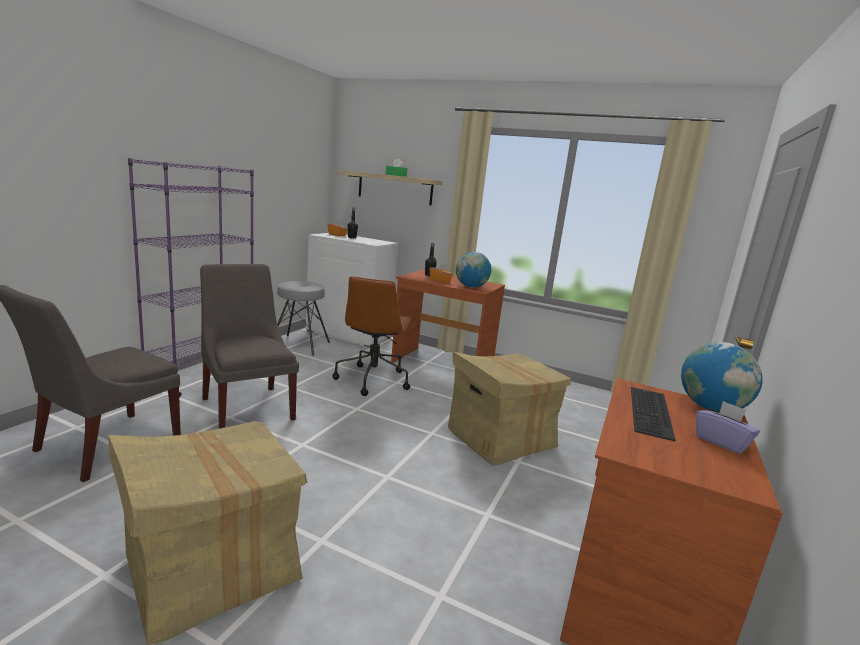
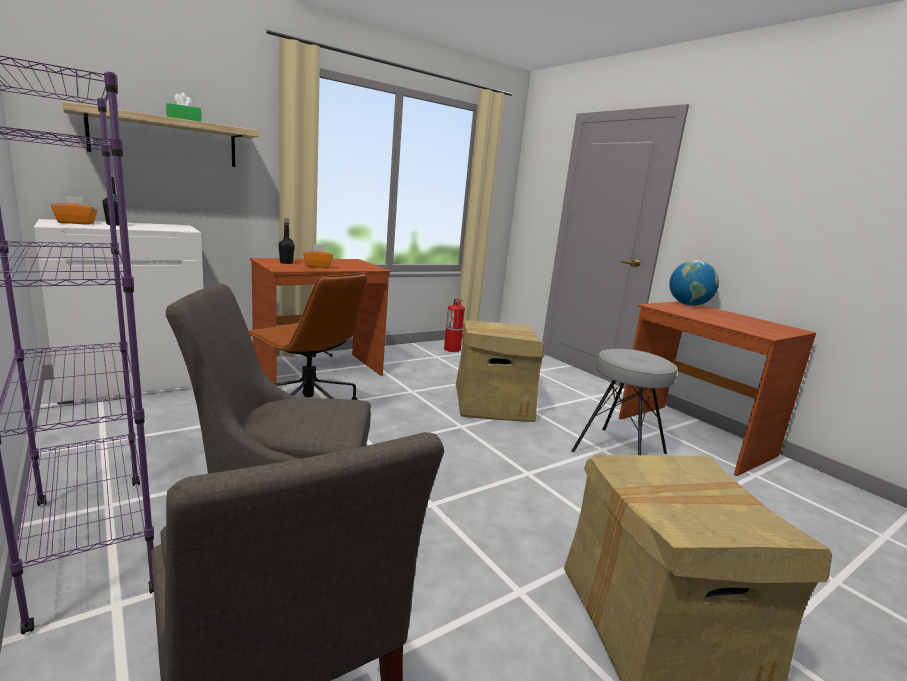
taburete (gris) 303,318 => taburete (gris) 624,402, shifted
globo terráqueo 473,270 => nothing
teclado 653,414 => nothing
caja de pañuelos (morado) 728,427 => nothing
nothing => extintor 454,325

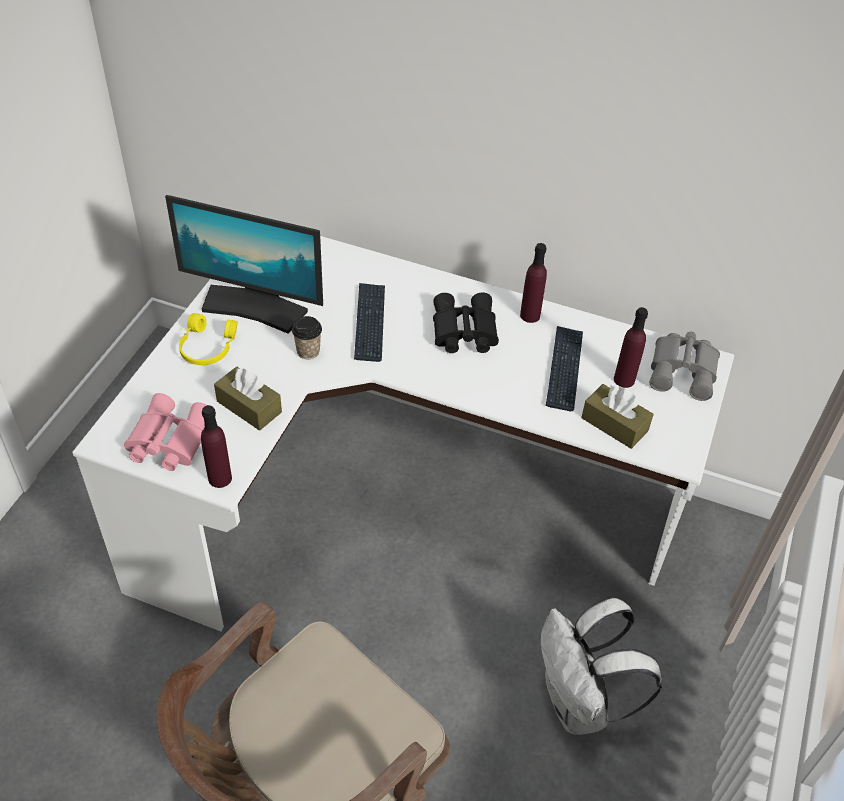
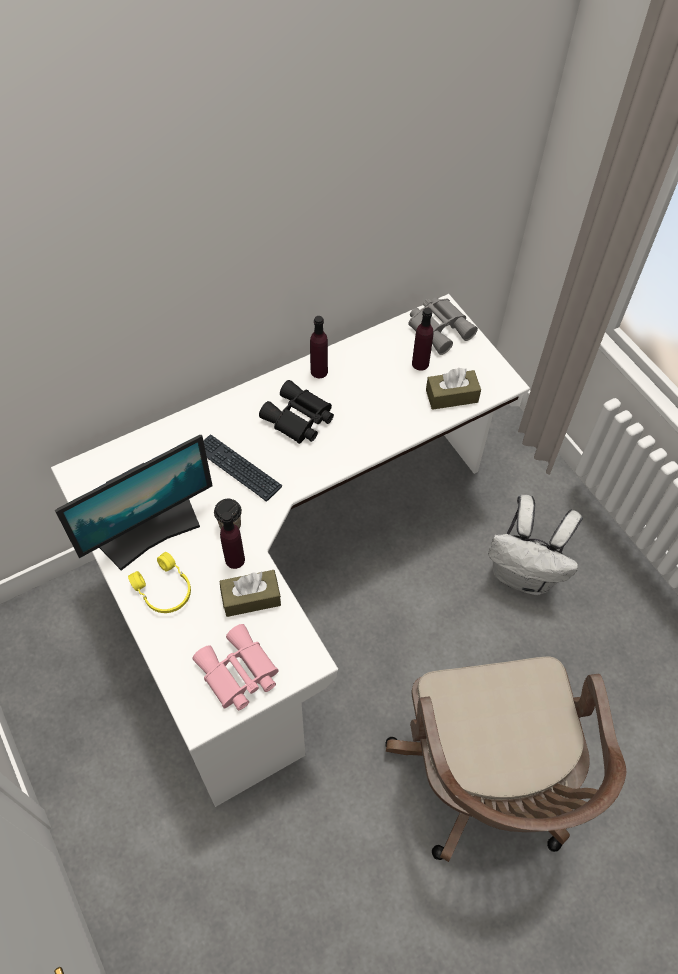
botella (morado) 216,446 => botella (morado) 232,540, shifted
teclado 564,369 => nothing

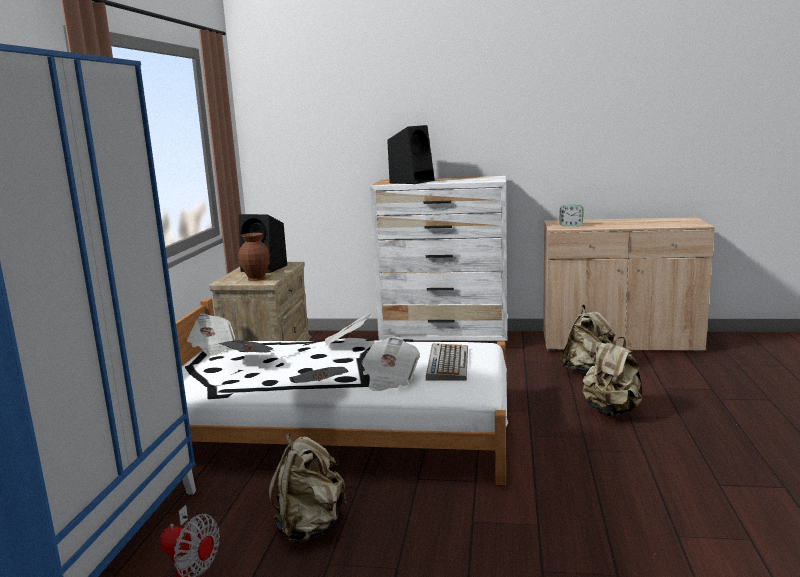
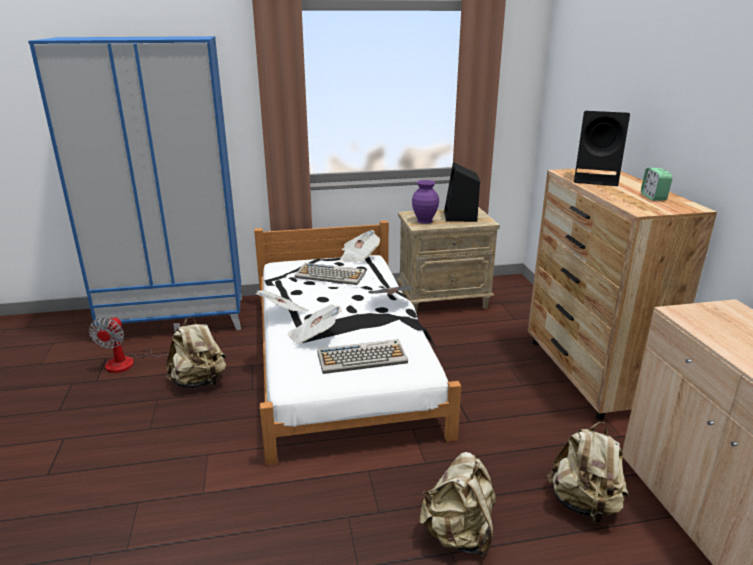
periódico 246,346 => teclado 330,274
florero (marrón) 254,257 => florero (morado) 425,202
cómoda (blanco) 438,258 => cómoda (marrón) 622,294
despertador 571,215 => despertador 657,184, shifted

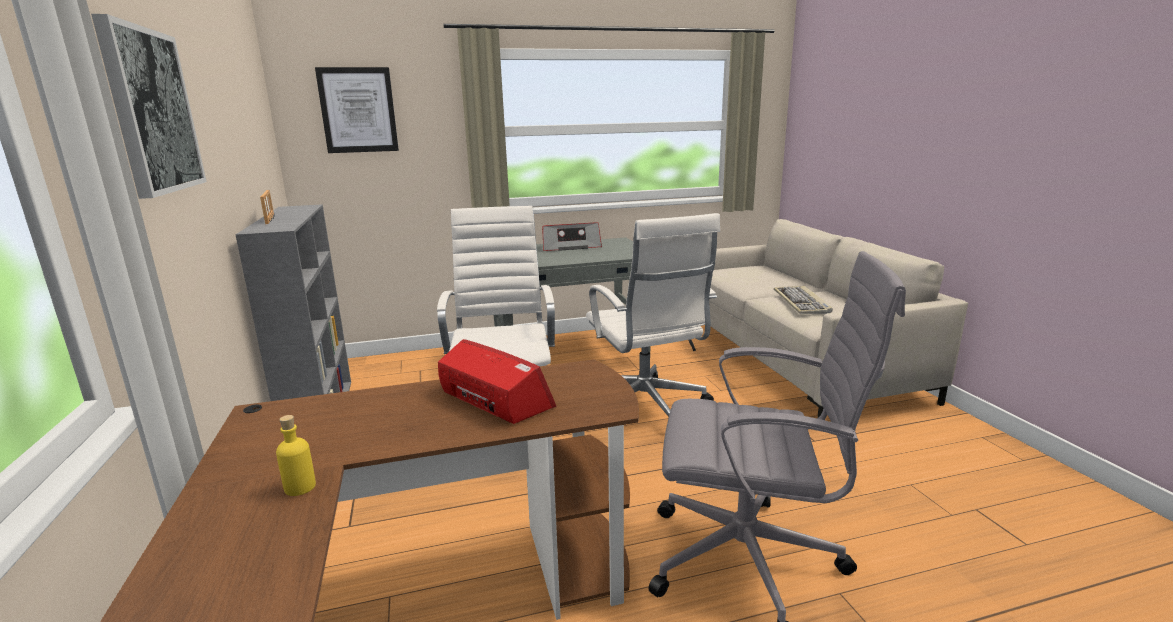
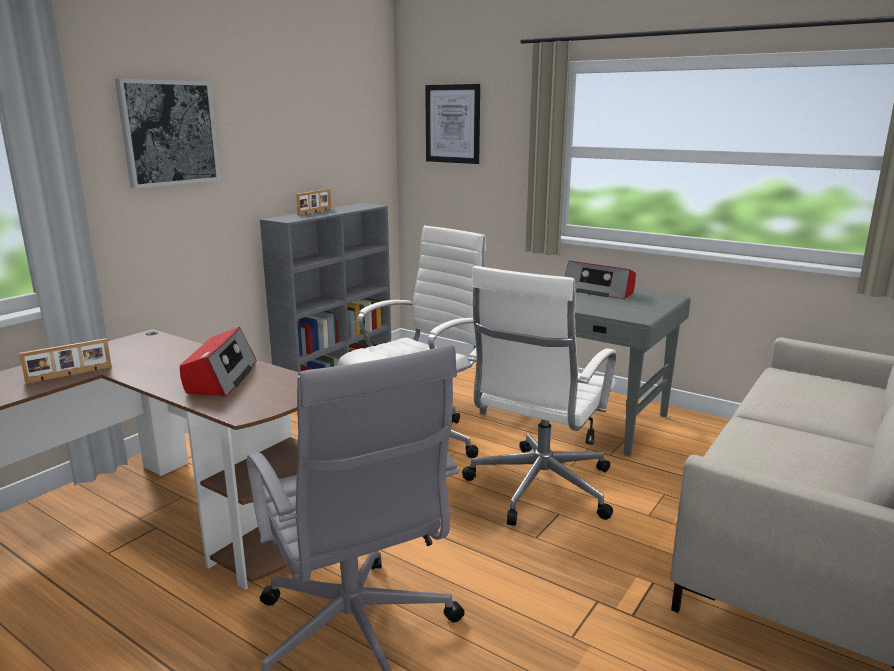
botella (amarillo) 296,455 => portarretratos 65,361
teclado 803,300 => nothing

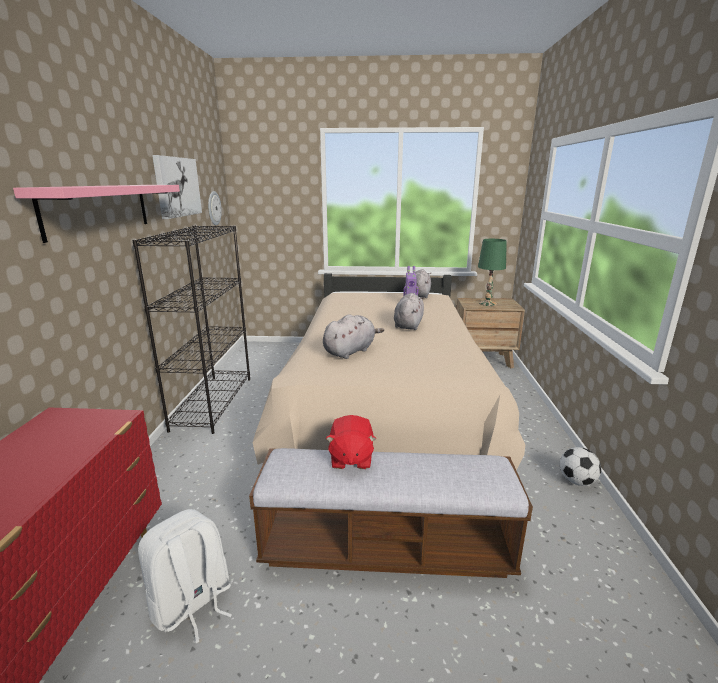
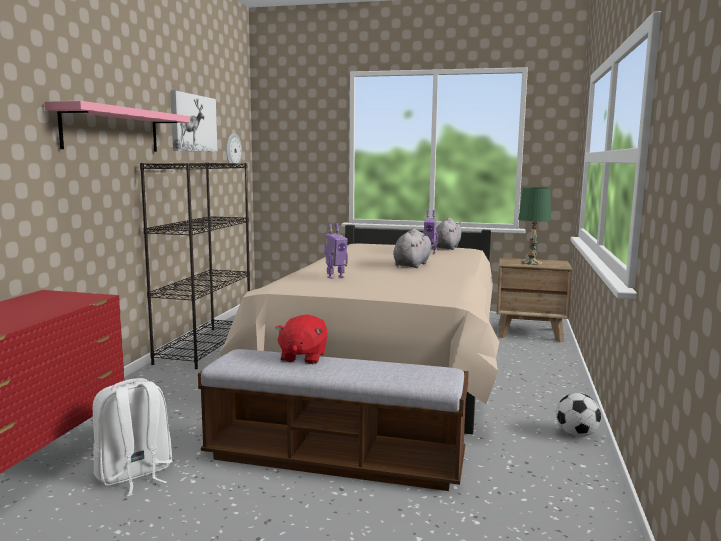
peluche (gris) 353,336 => robot de juguete 336,251

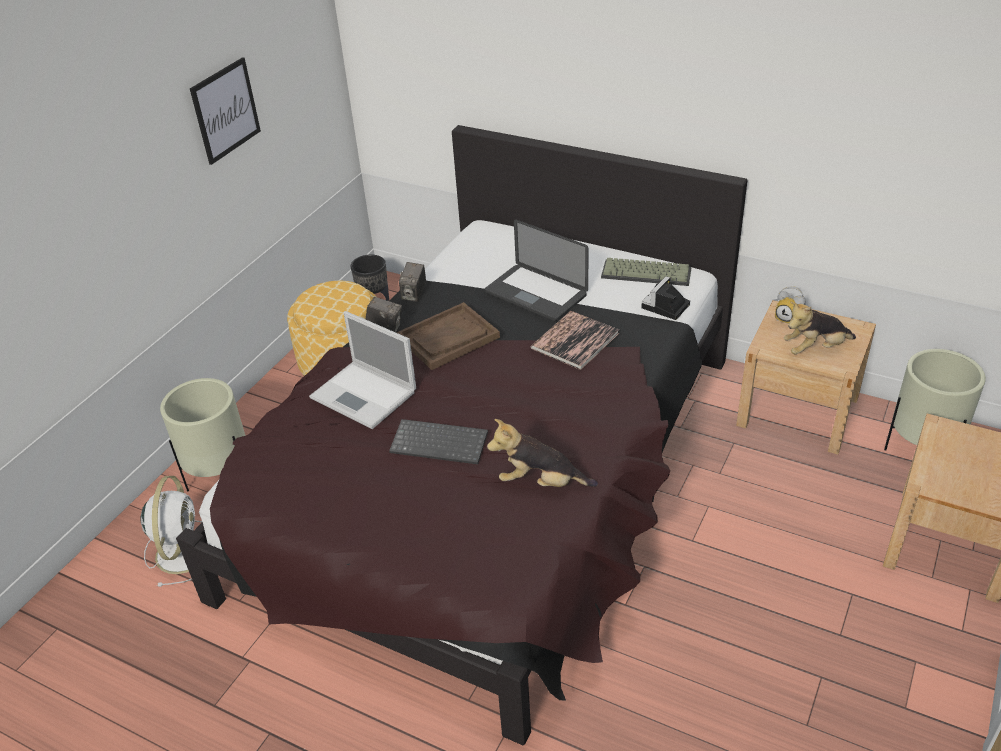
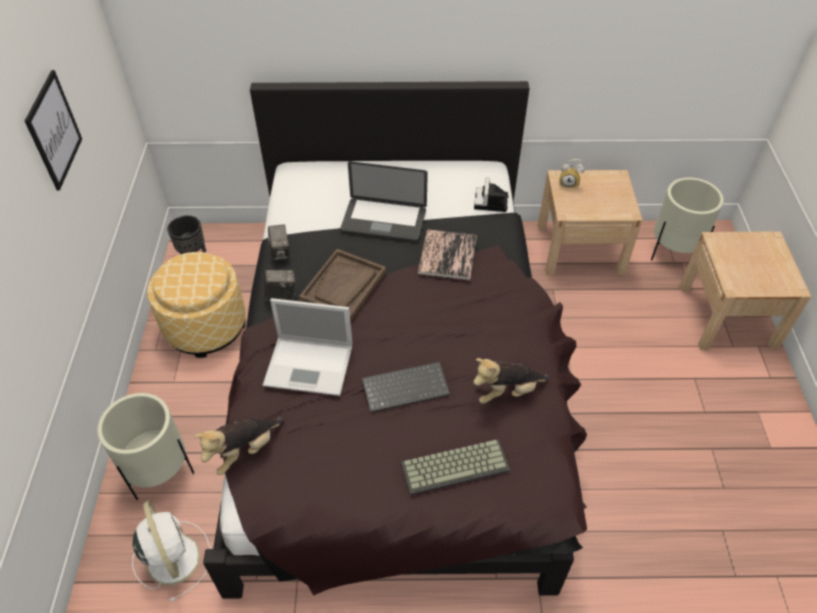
teclado 646,272 => teclado 455,467, shifted
peluche 820,328 => peluche 239,446, shifted

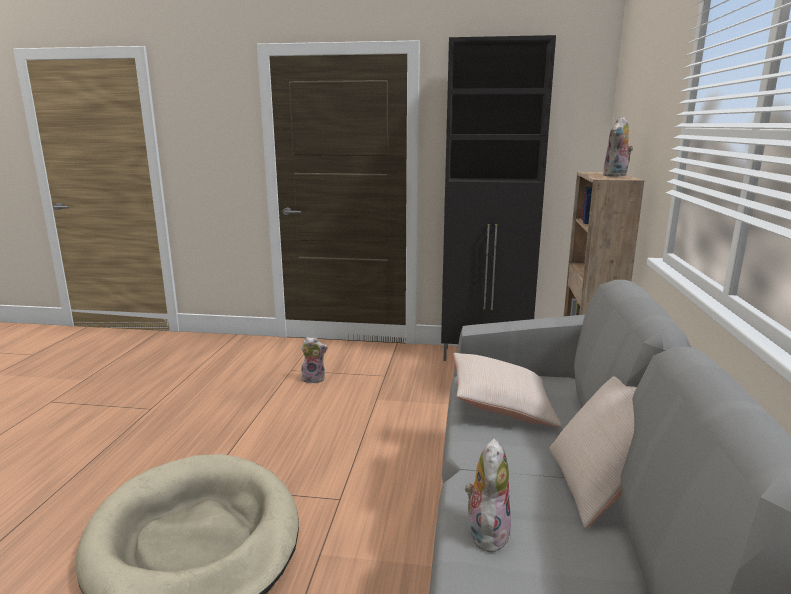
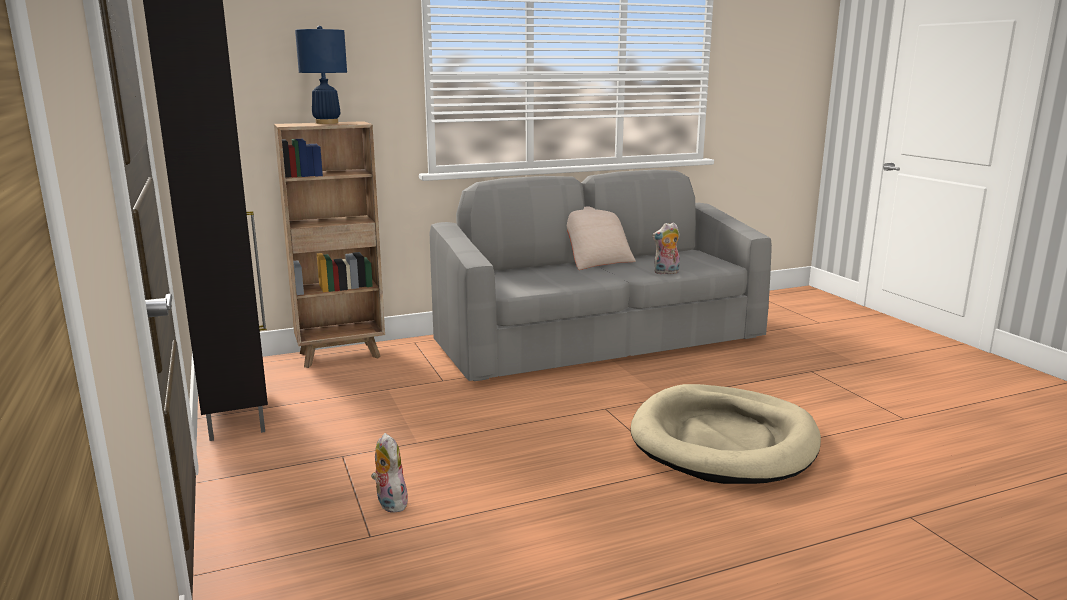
cojín (beis) 507,390 => nothing
peluche 618,147 => lámpara de mesa (azul) 321,75

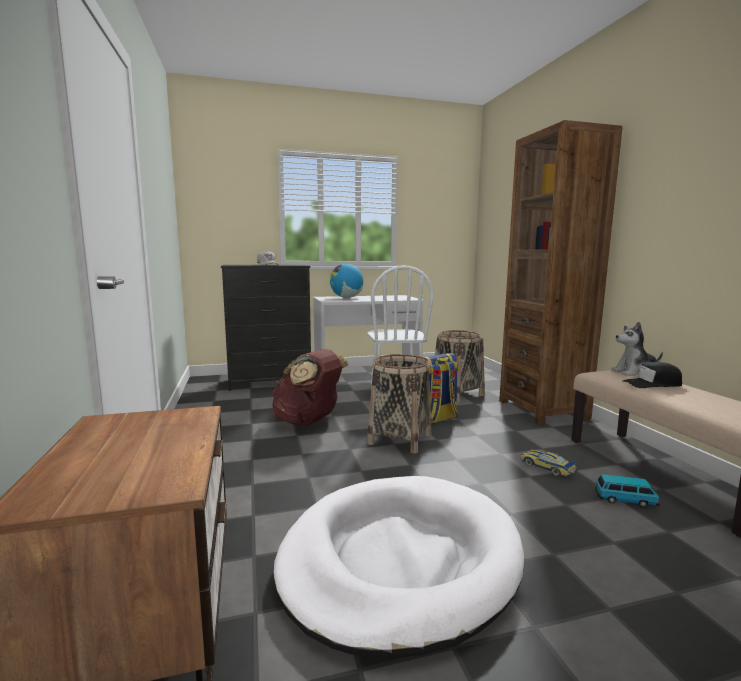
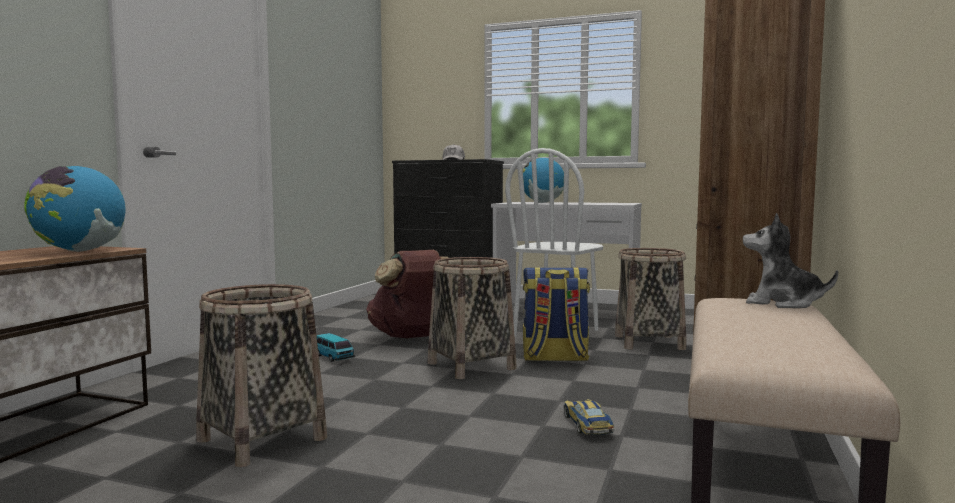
cama para perro (blanco) 398,566 => cesta 261,375
coche de juguete 627,490 => coche de juguete 335,347, shifted
gorra (negro) 652,375 => nothing
nothing => globo terráqueo 75,209

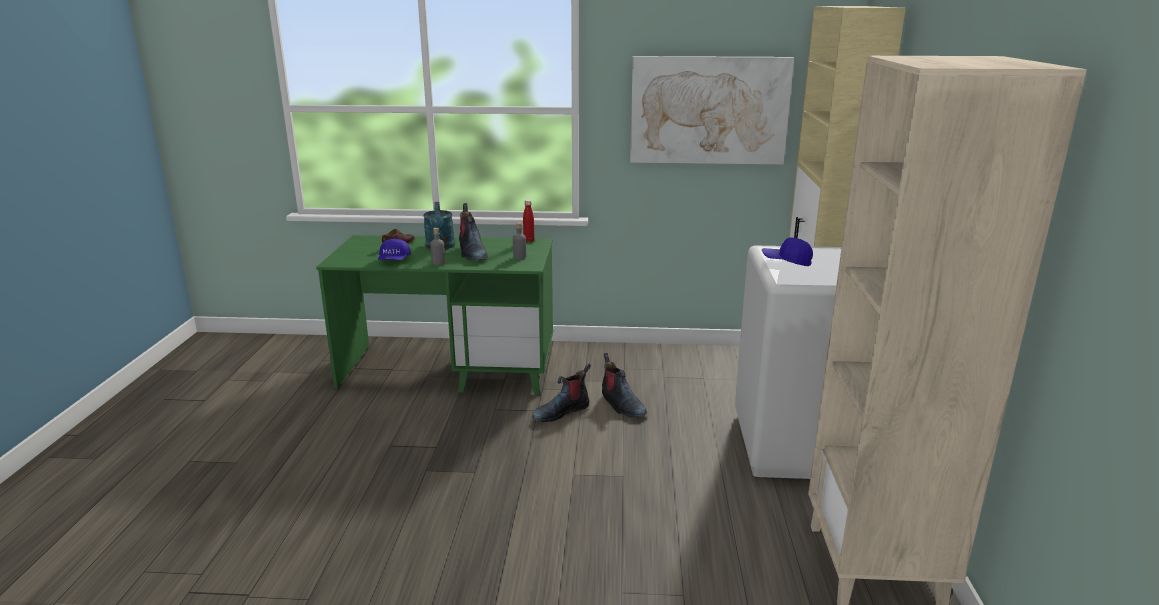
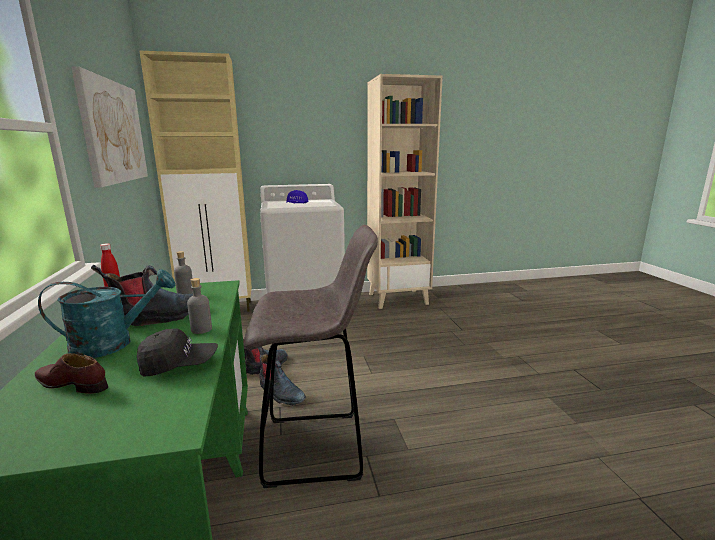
gorra (azul) 394,249 => gorra (negro) 177,352
nothing => taburete (gris) 310,356

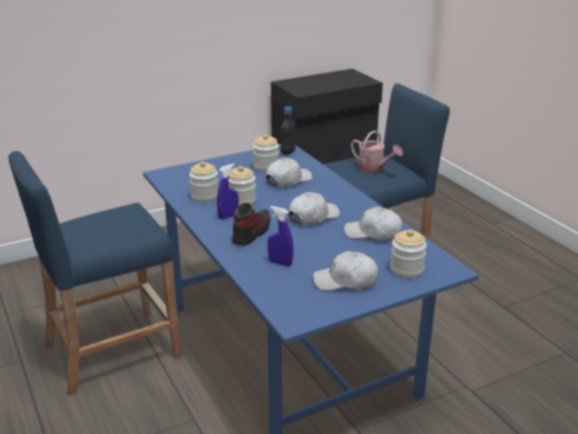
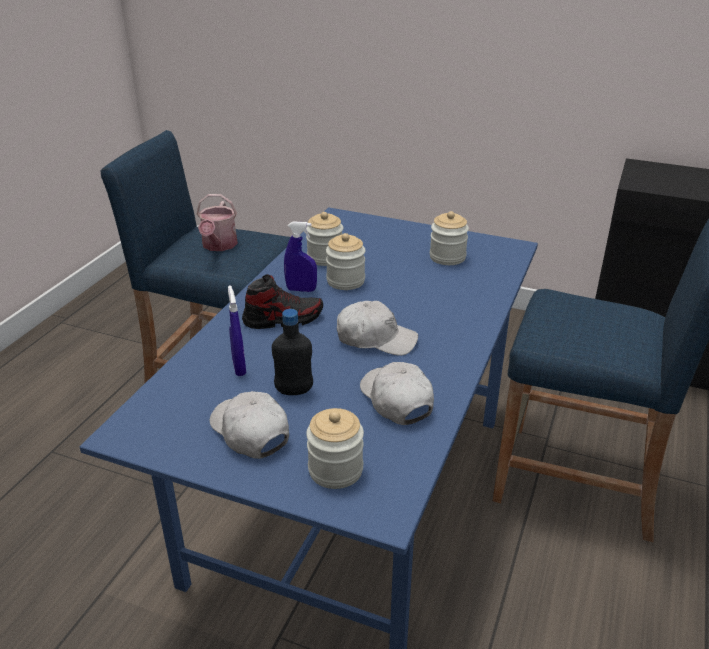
gorra (blanco) 289,172 => nothing
botella (negro) 288,131 => botella (negro) 292,352, shifted
regadera 377,152 => regadera 217,222, shifted

